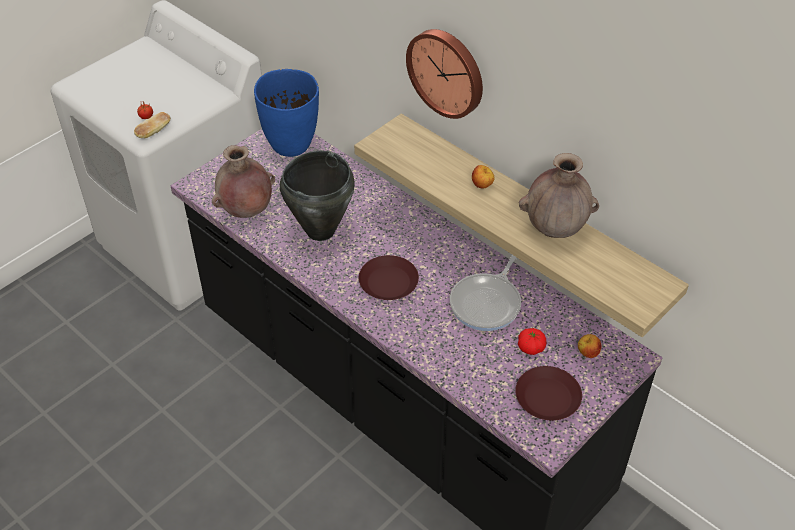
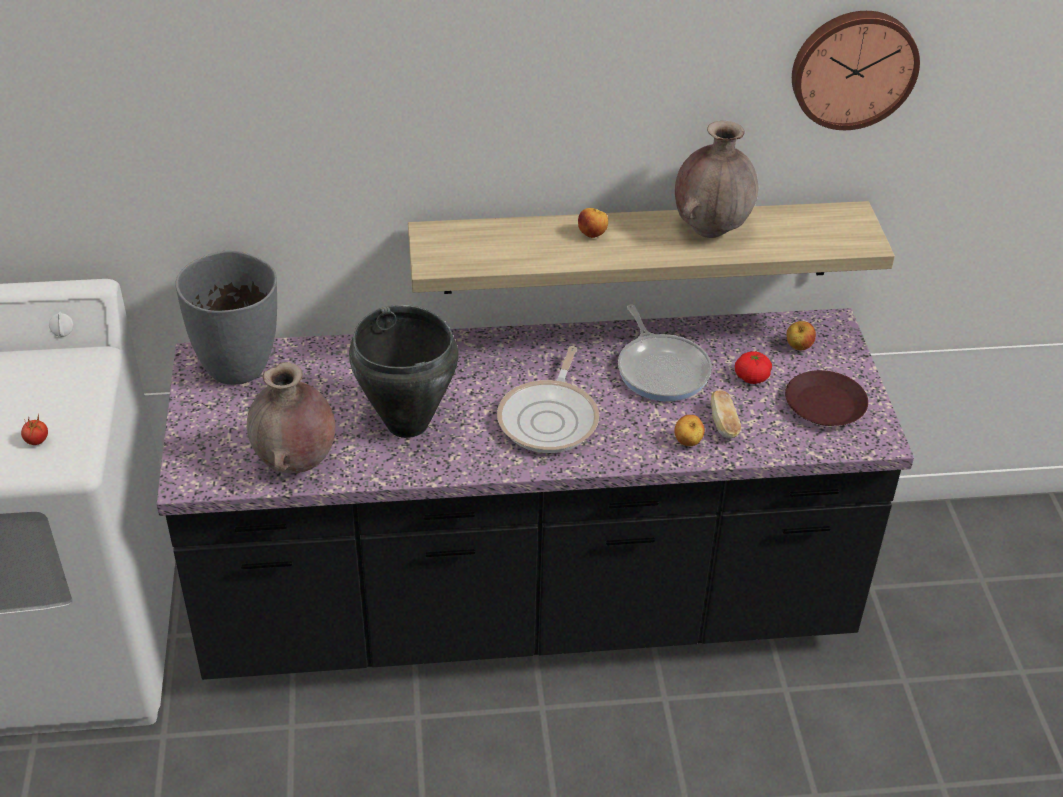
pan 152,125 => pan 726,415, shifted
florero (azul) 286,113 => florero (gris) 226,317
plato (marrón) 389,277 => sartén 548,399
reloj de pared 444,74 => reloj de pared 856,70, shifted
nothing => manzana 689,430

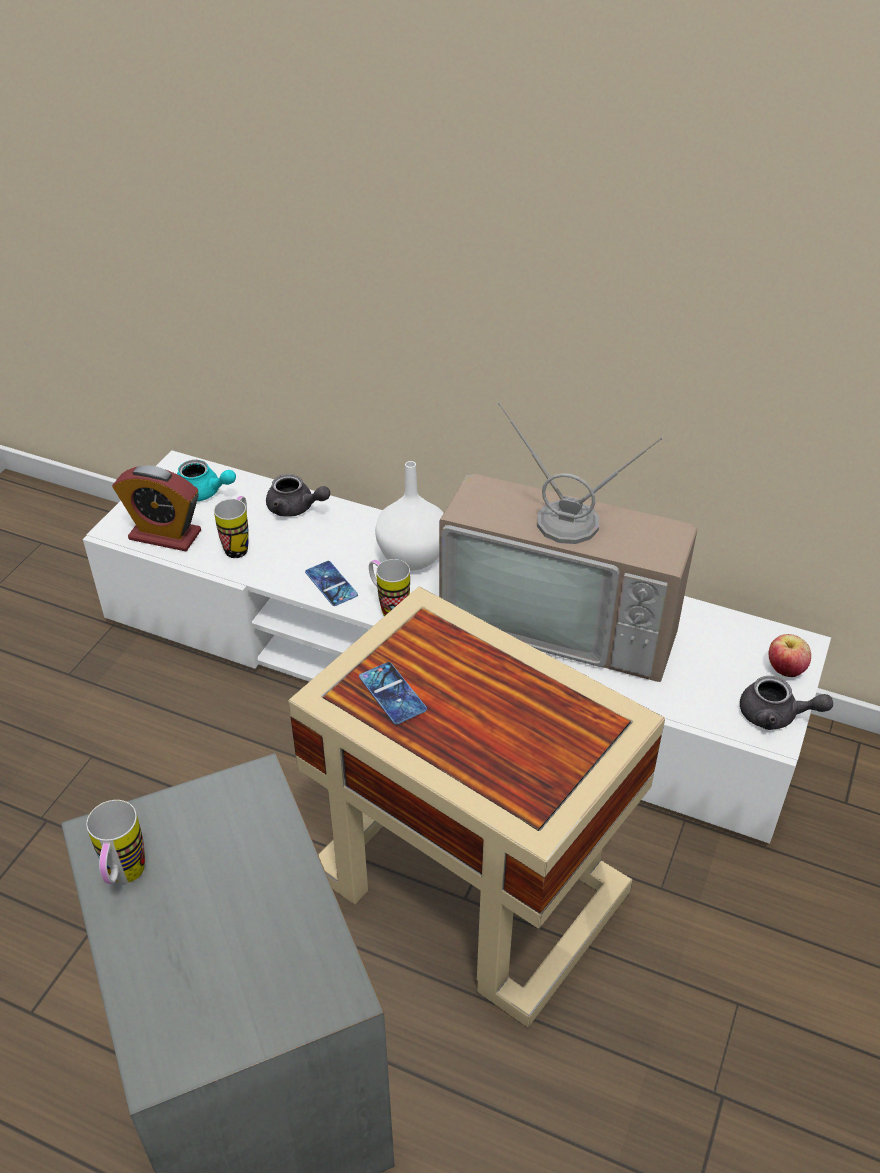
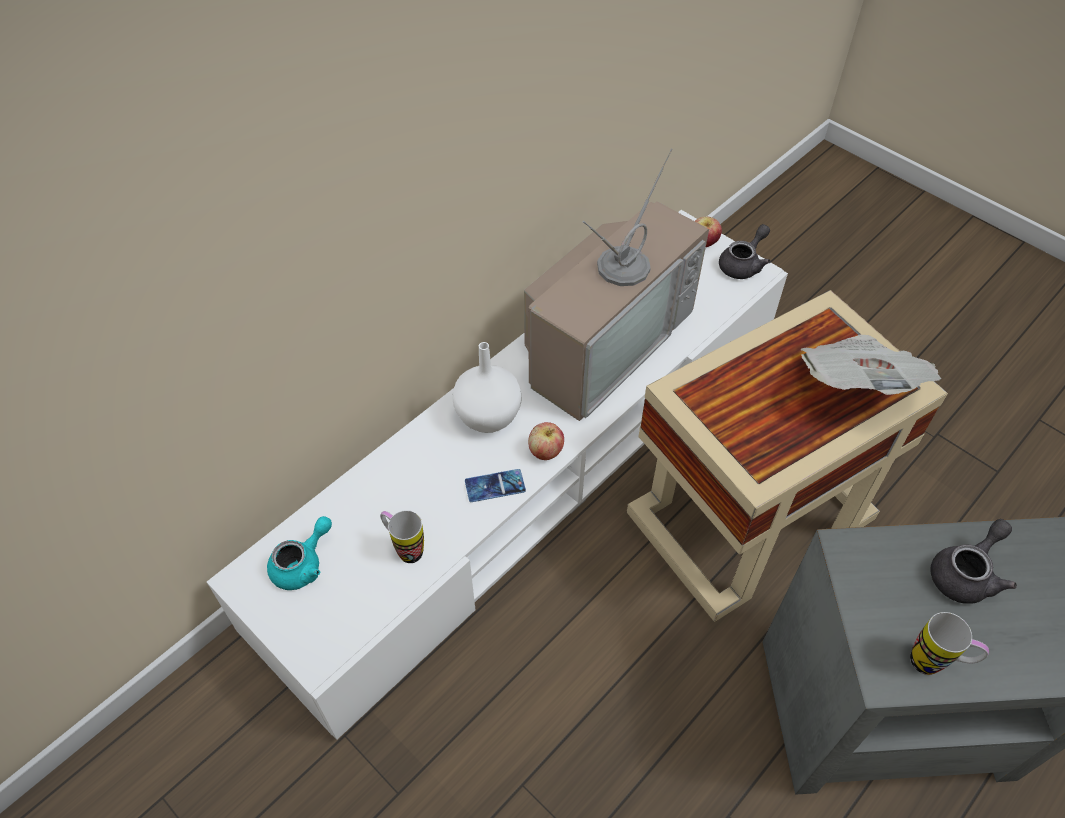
despertador 156,508 => nothing
tetera (gris) 298,495 => tetera (gris) 973,561, shifted
móvil 393,693 => nothing
taza grande 389,587 => manzana 546,441
nothing => periódico 871,365

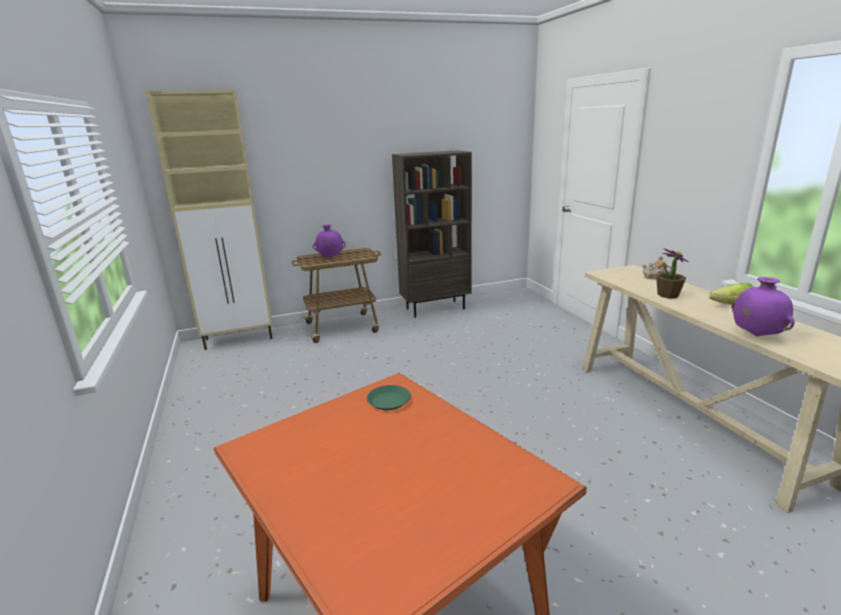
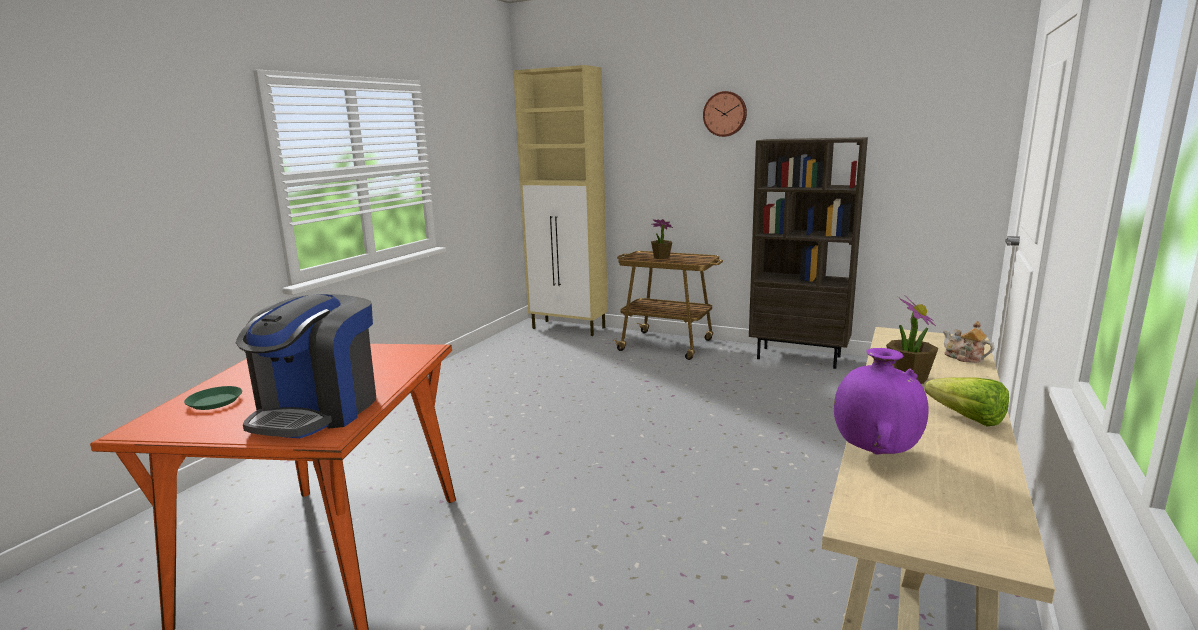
florero (morado) 329,241 => planta en maceta 662,239
plato (verde) 389,397 => plato (verde) 213,398, shifted
nothing => cafetera 306,366
nothing => reloj de pared 725,114

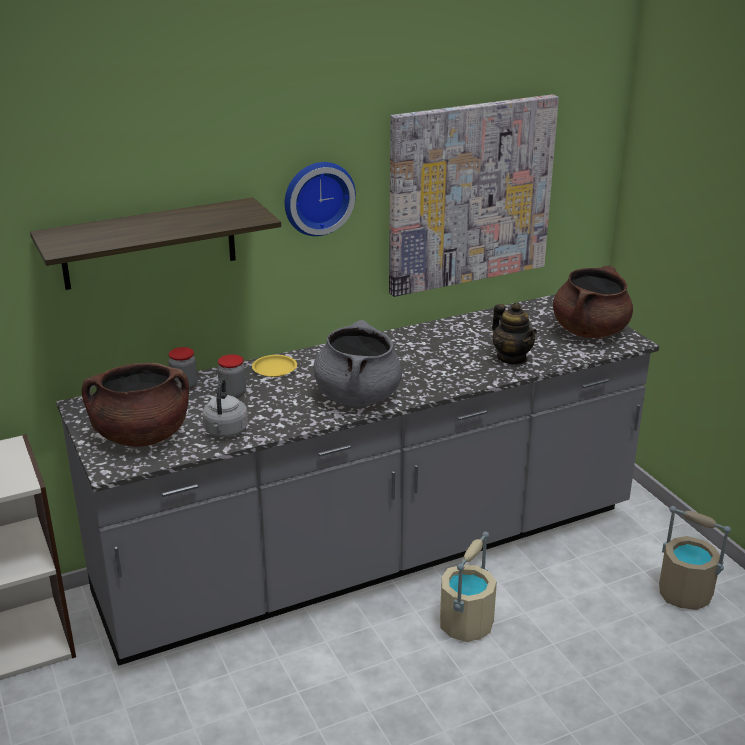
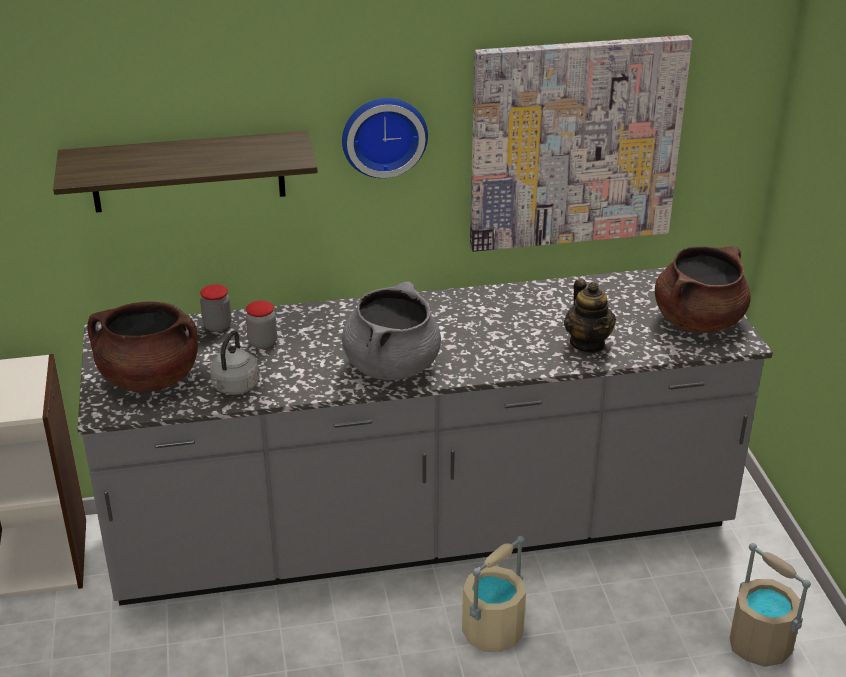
plato (amarillo) 274,366 => nothing

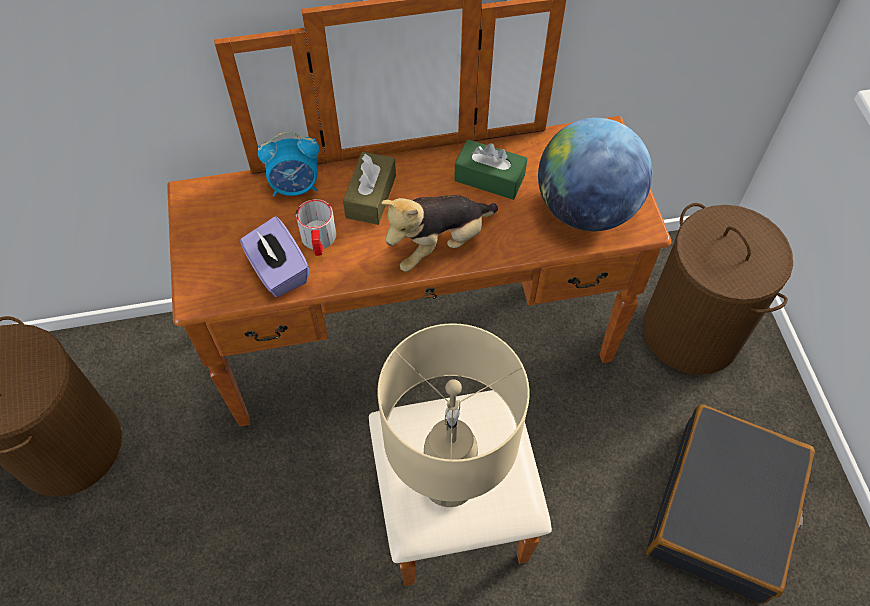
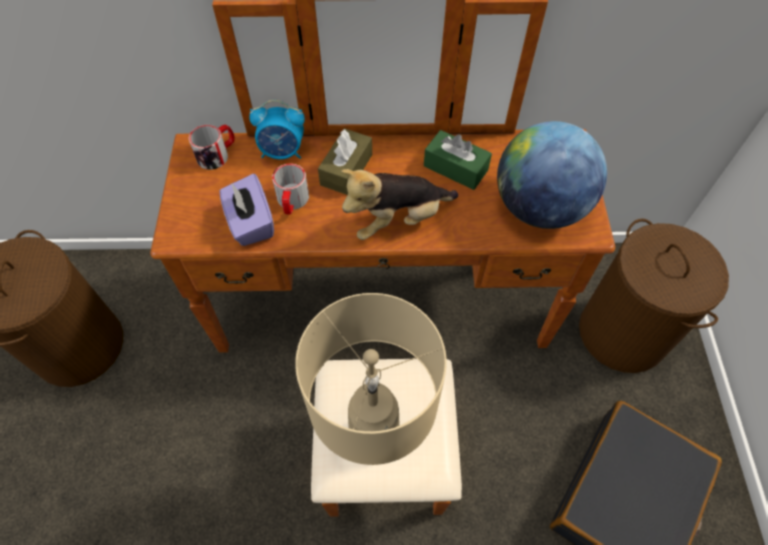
nothing => taza grande 212,147

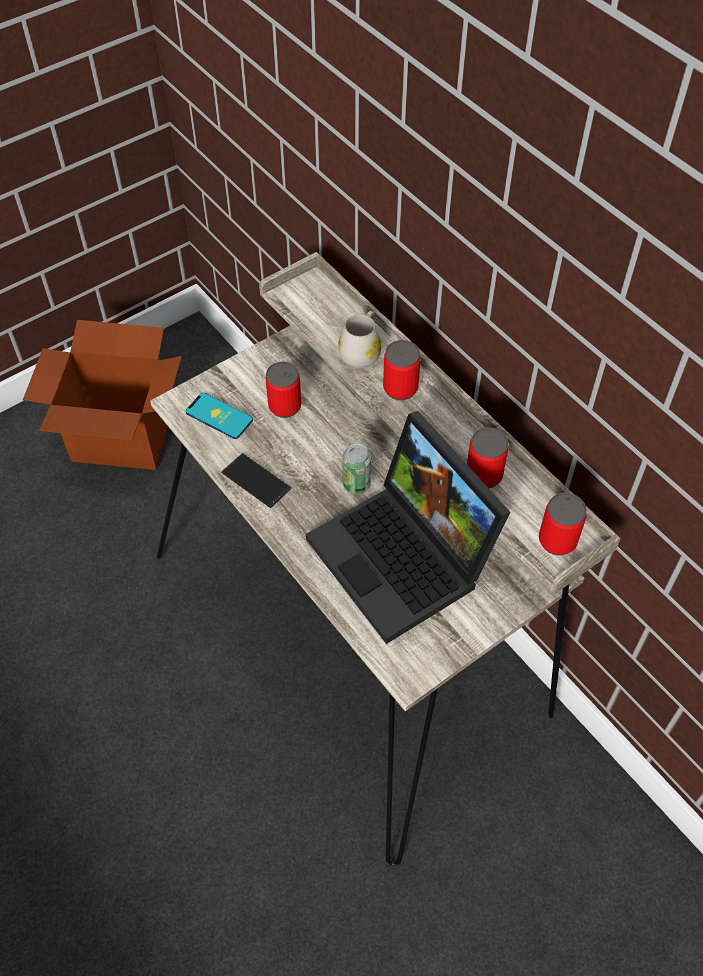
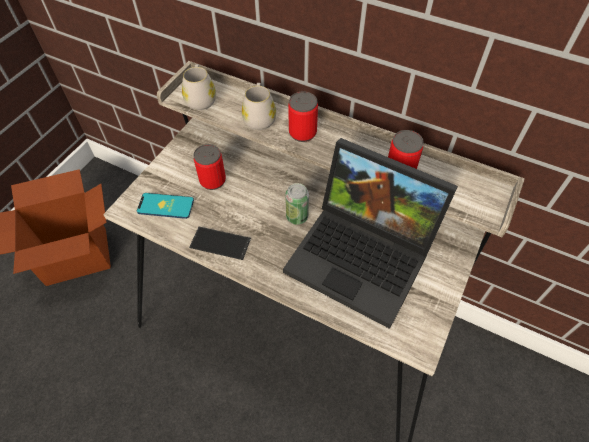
lata 563,524 => nothing
nothing => taza grande (blanco) 199,87

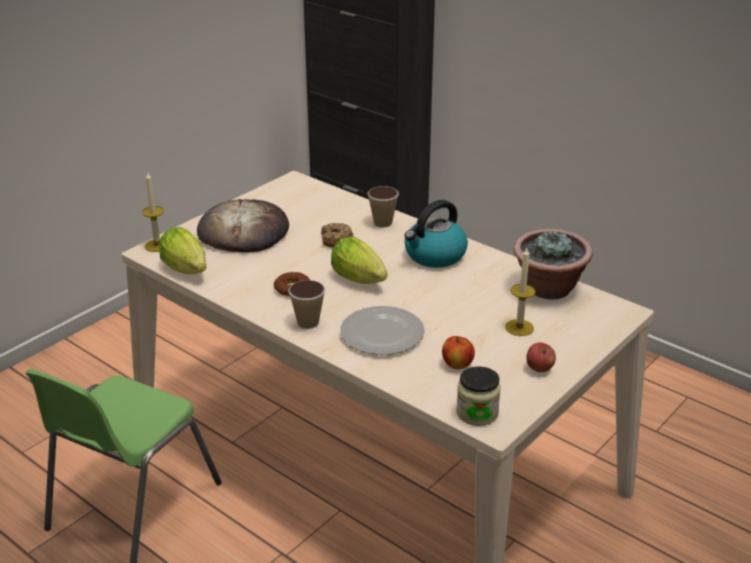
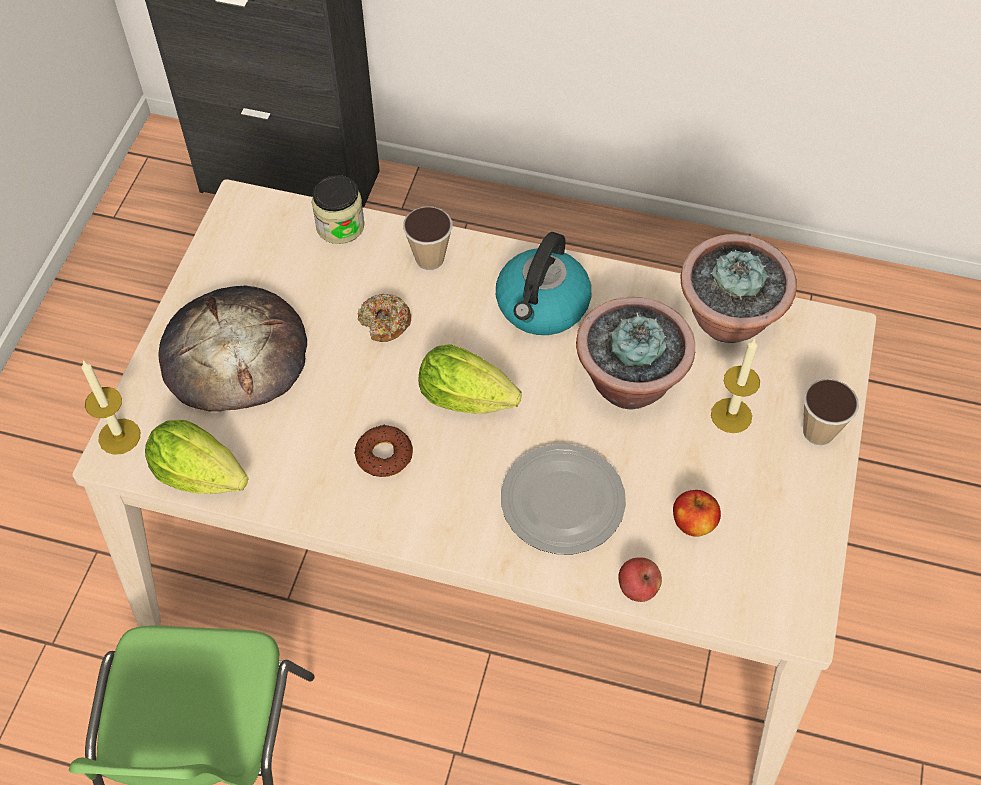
taza 306,304 => taza 831,412, shifted
tarro 478,396 => tarro 338,209, shifted
manzana 541,357 => manzana 640,579, shifted
nothing => planta en maceta 635,353

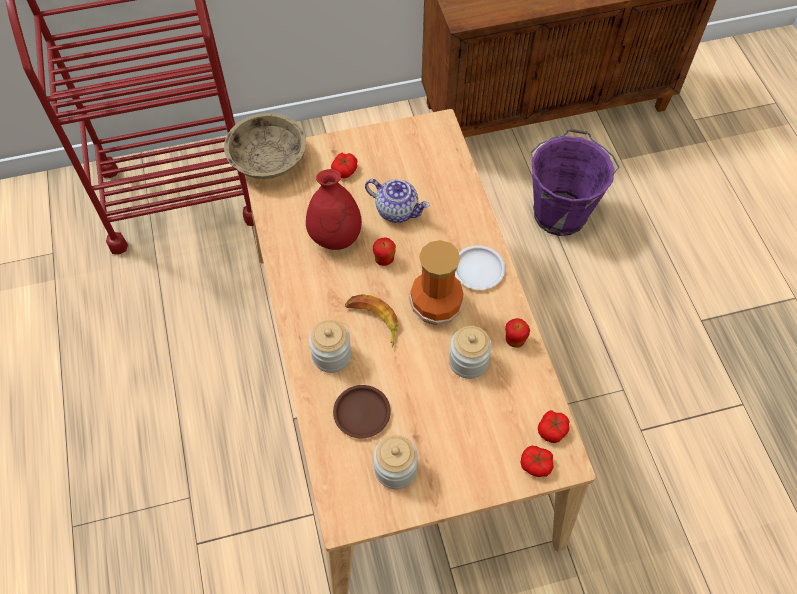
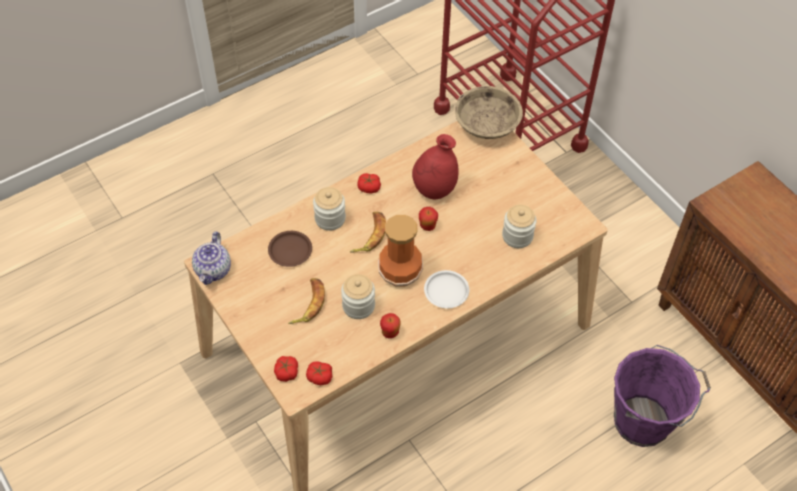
tomate 344,165 => tomate 369,183, shifted
tetera 397,201 => tetera 211,258, shifted
tarro 395,462 => tarro 519,226, shifted
nothing => plátano 306,301

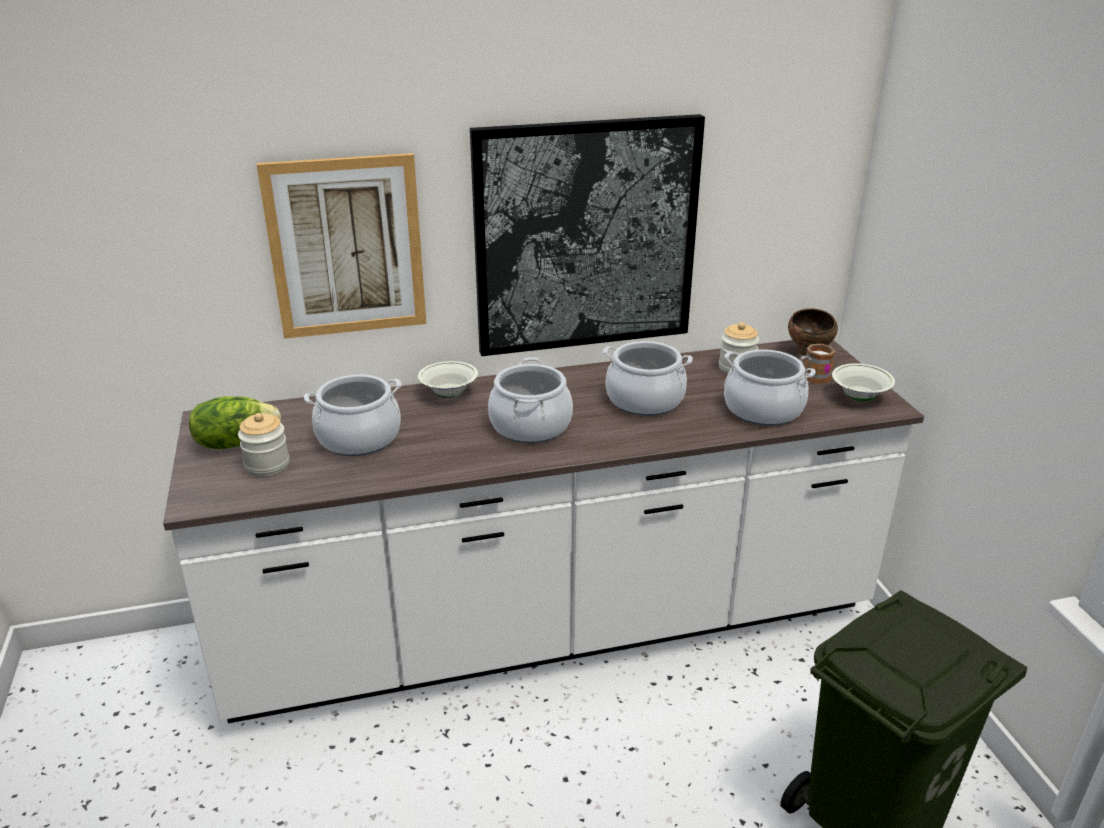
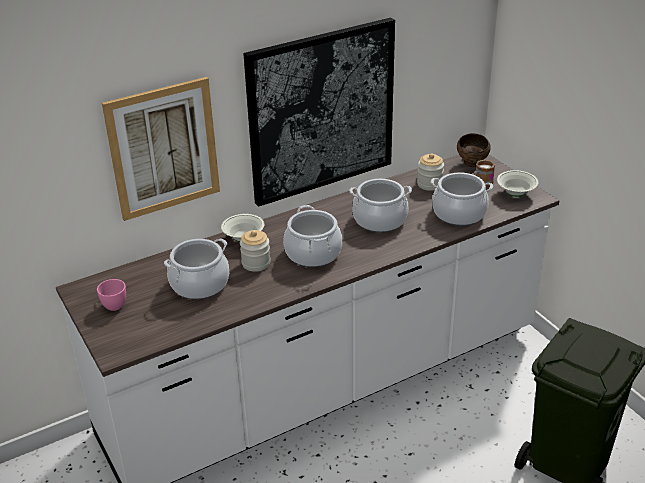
lechuga 235,422 => taza (rosa) 111,295
tarro 263,445 => tarro 255,251, shifted

